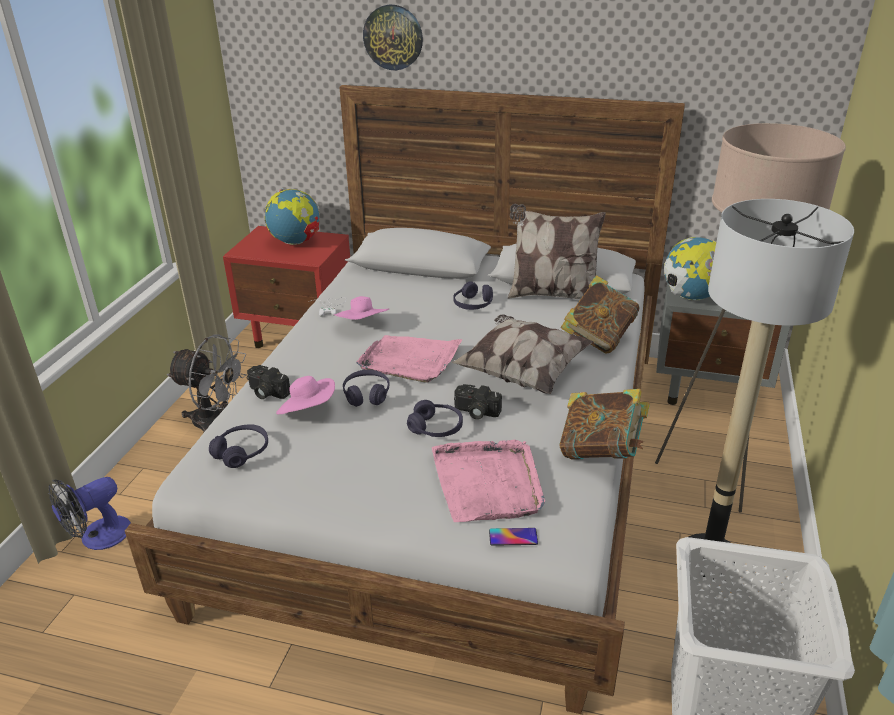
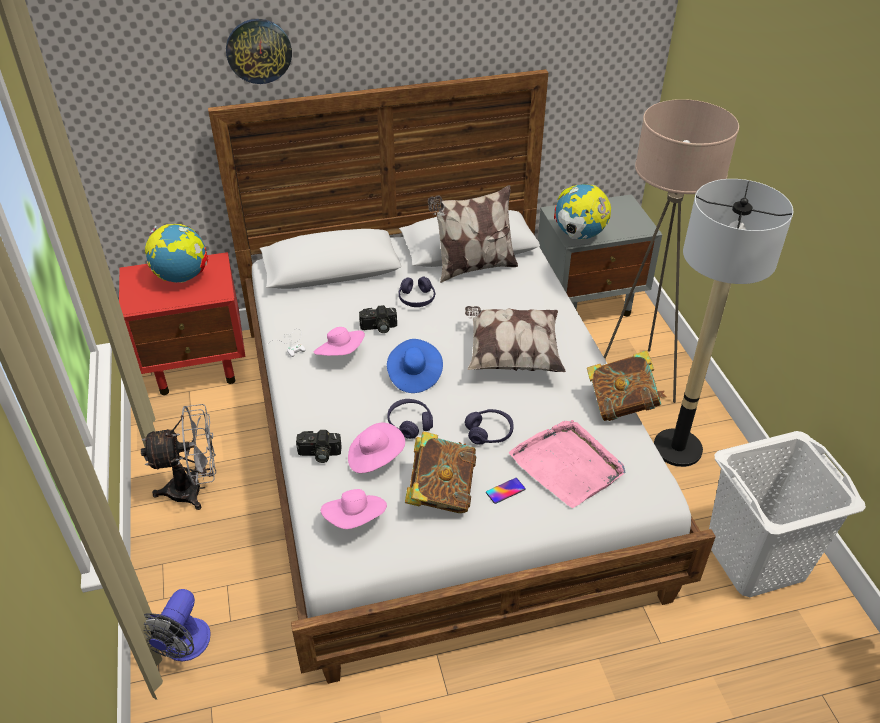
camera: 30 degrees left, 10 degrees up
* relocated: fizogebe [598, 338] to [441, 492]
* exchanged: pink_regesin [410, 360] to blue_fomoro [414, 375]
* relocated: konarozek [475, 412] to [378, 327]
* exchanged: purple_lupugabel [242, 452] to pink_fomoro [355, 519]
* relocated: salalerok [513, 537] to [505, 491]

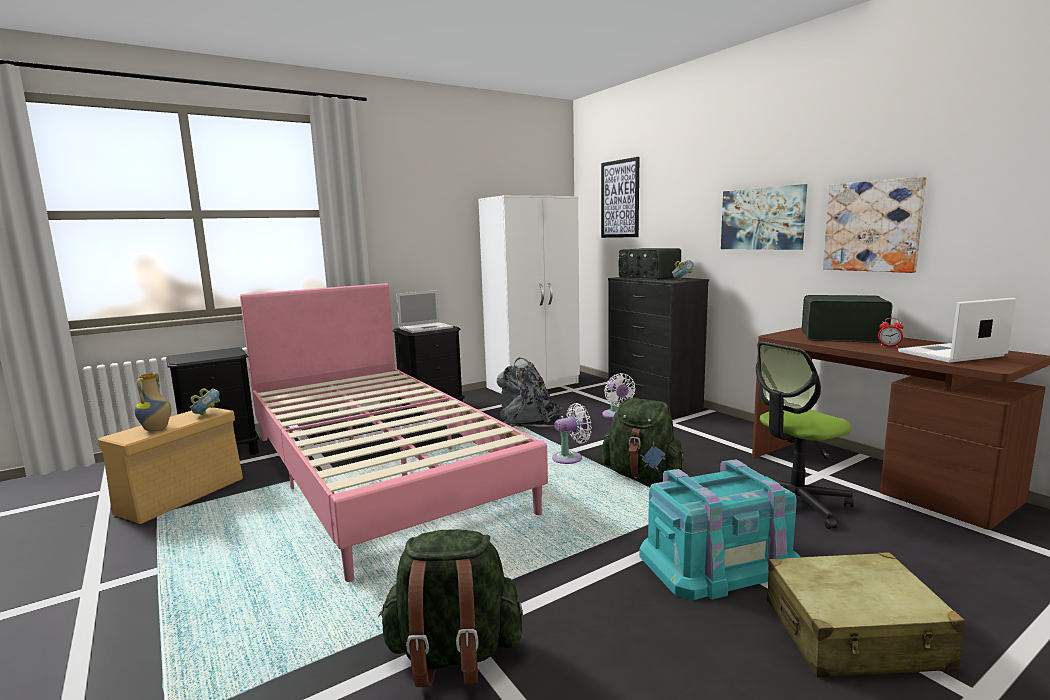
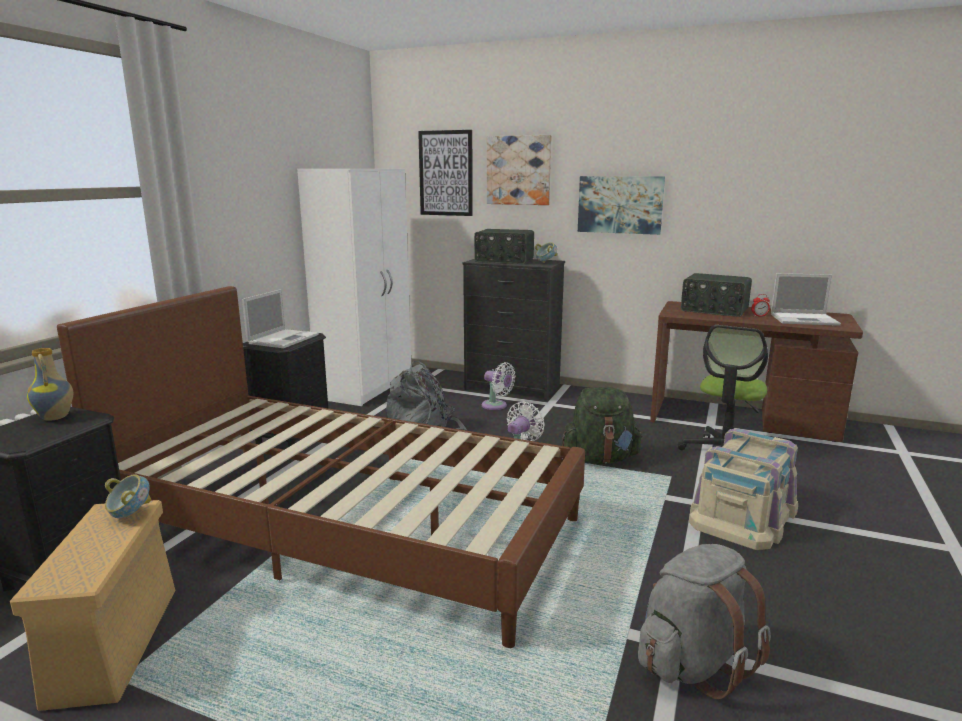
camera: 35 degrees left, 5 degrees up
* relocated: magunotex [872, 226] to [519, 170]
* colour: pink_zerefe [378, 469] to brown_zerefe [344, 525]
* spun: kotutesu [842, 337] = [714, 310] 135 degrees counterclockwise
* spun: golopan [950, 354] = [805, 319] 120 degrees counterclockwise
* relocated: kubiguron [157, 429] to [56, 417]
* colour: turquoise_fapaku [718, 561] to beige_fapaku [744, 514]
* colour: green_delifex [453, 654] to grey_delifex [693, 663]
* missing: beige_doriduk [854, 635]

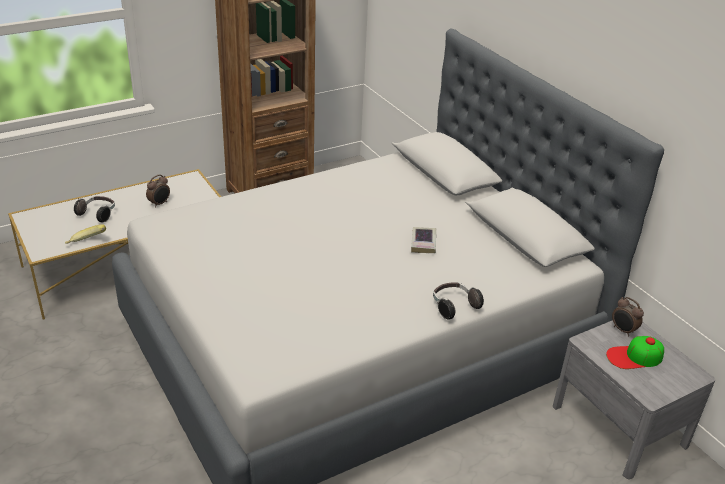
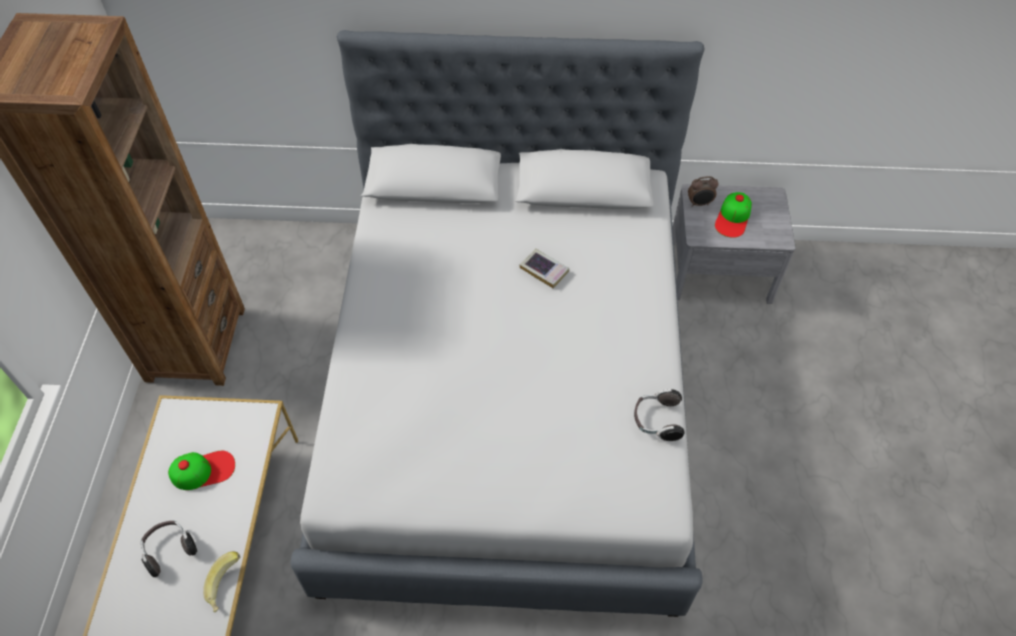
camera: 55 degrees left, 20 degrees up
* exchanged: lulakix [159, 203] to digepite [203, 470]
* relocated: lupugabel [453, 306] to [656, 420]

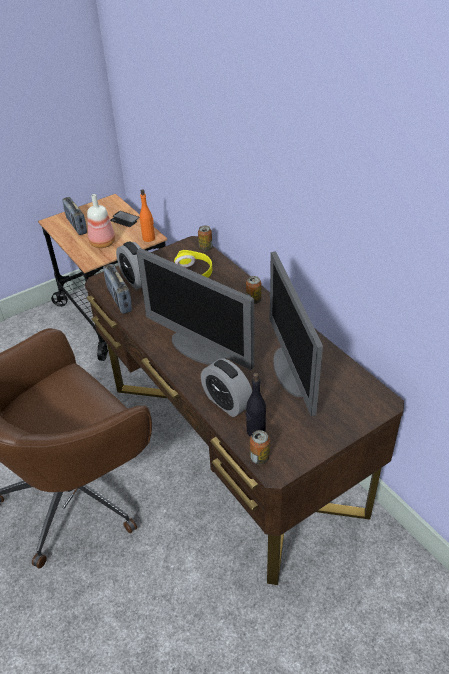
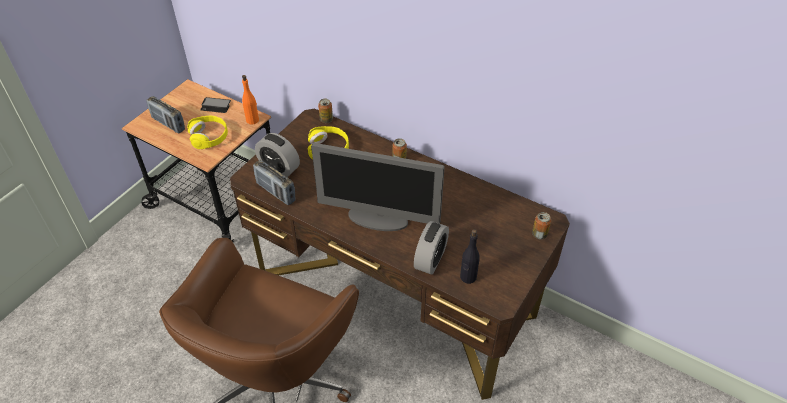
camera: 25 degrees left, 5 degrees up
* exchanged: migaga [103, 243] to yellow_lupugabel [209, 136]
* missing: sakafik [291, 372]
* spun: lulakix [227, 402] = [430, 259] 90 degrees counterclockwise
* relocated: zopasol [259, 457] to [539, 234]

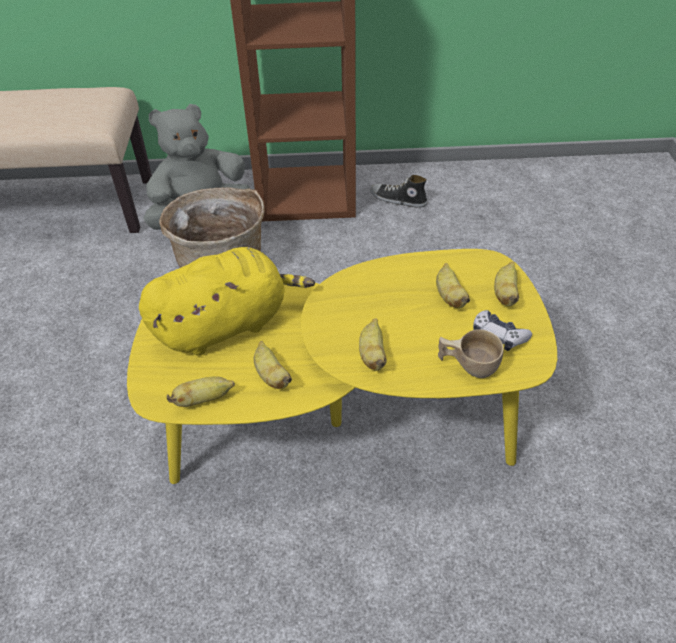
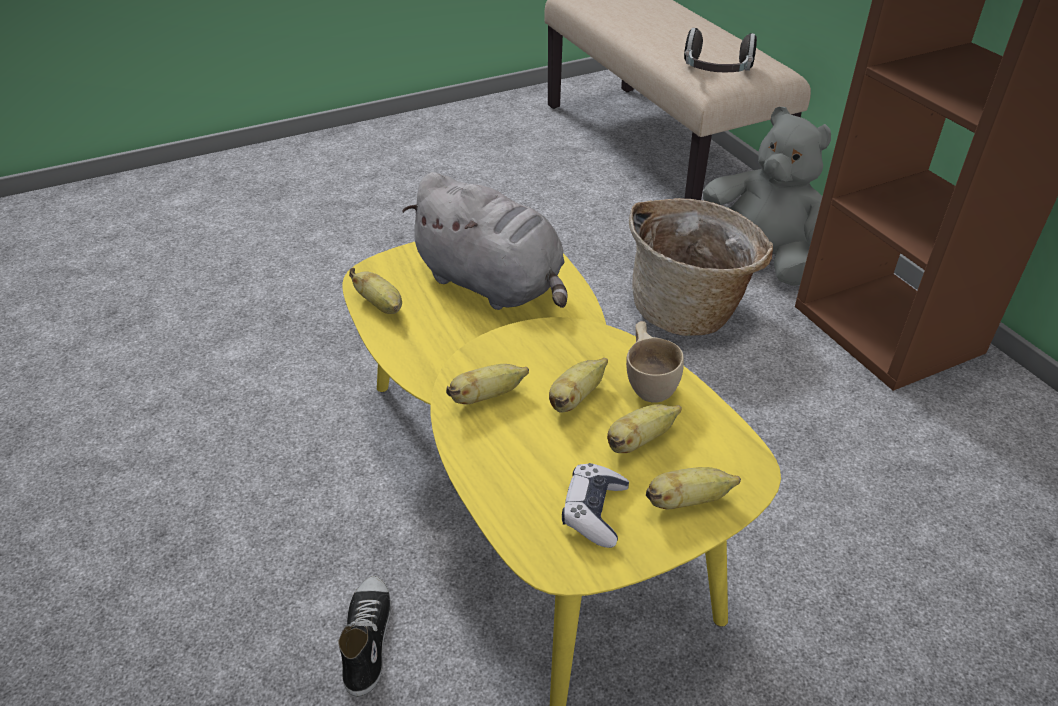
camera: 65 degrees right, 5 degrees down
* relocated: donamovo [398, 199] to [366, 638]
* colour: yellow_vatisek [226, 324] to grey_vatisek [493, 285]
* relocated: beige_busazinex [467, 365] to [649, 380]
* relocated: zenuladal [271, 376] to [576, 398]
* appeared: lupugabel [716, 73]

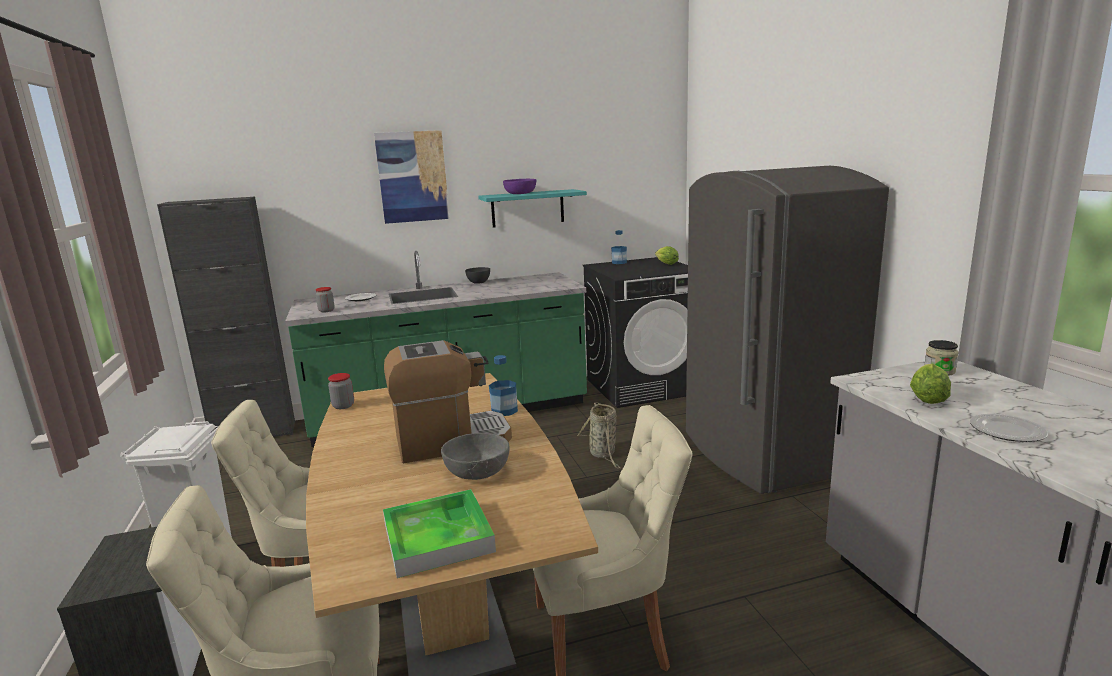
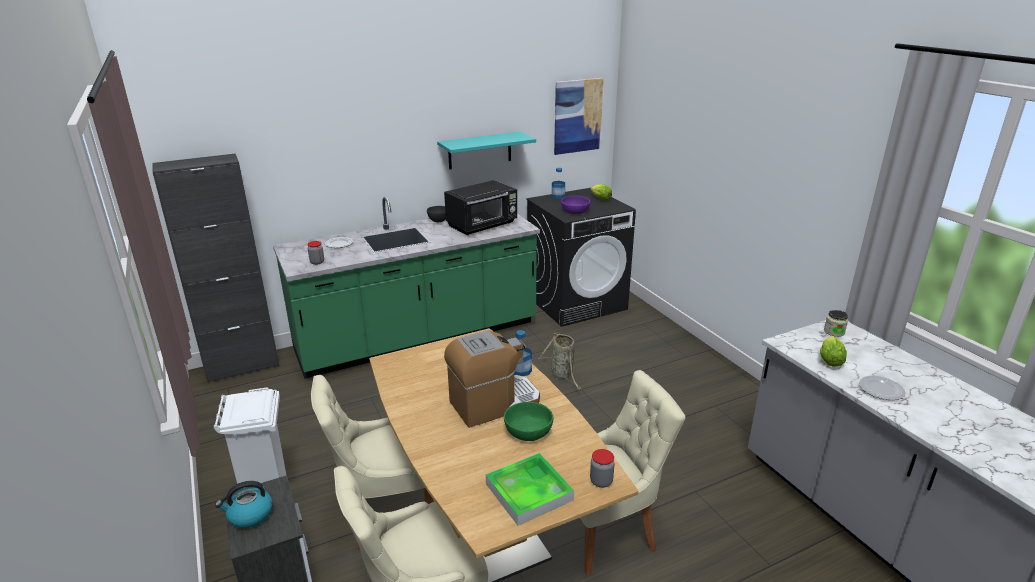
camera: 10 degrees left, 10 degrees up
* relocated: magunotex [412, 177] to [577, 116]
* missing: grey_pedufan [764, 454]
* relocated: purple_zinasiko [520, 193] to [575, 211]
* relocated: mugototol [343, 406] to [601, 481]
* colour: grey_zinasiko [477, 470] to green_zinasiko [528, 431]
* appeared: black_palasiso [483, 225]
* appeared: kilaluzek [250, 515]

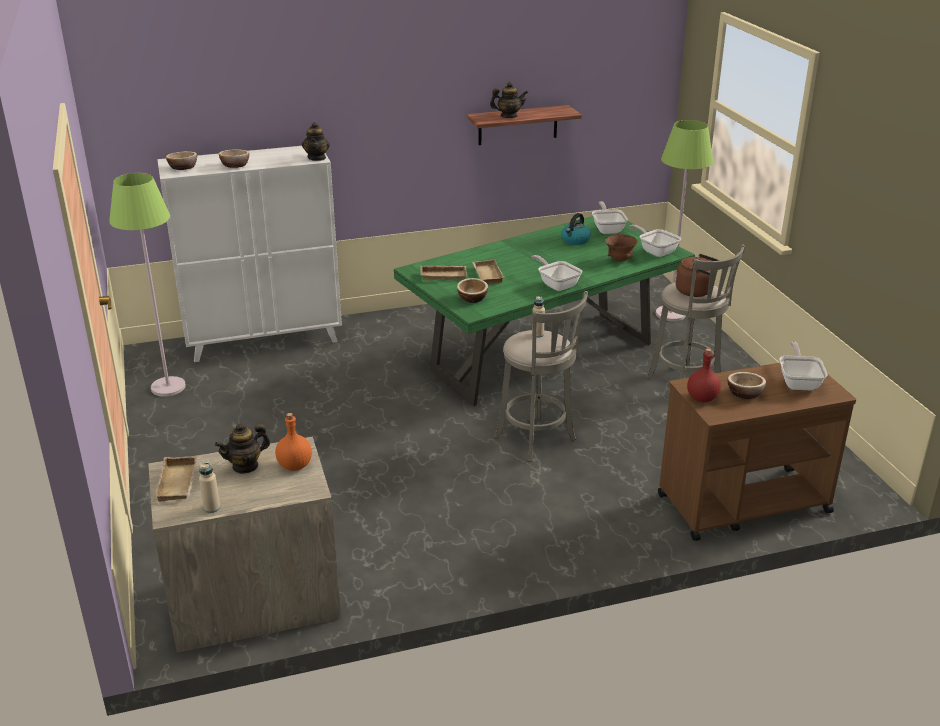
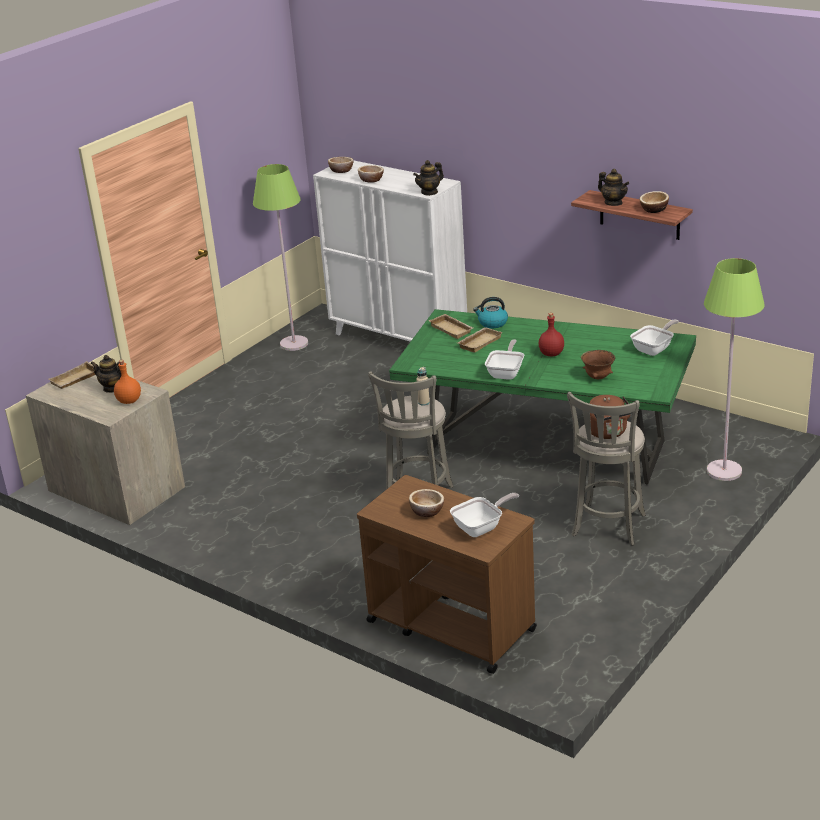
camera: 55 degrees right, 0 degrees up
* relocated: kilaluzek [575, 240] to [492, 323]
* missing: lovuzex [655, 251]
* relocated: zinasiko [472, 298] to [654, 209]
* relocated: red_migaga [701, 398] to [551, 353]
* missing: beige_migaga [212, 508]

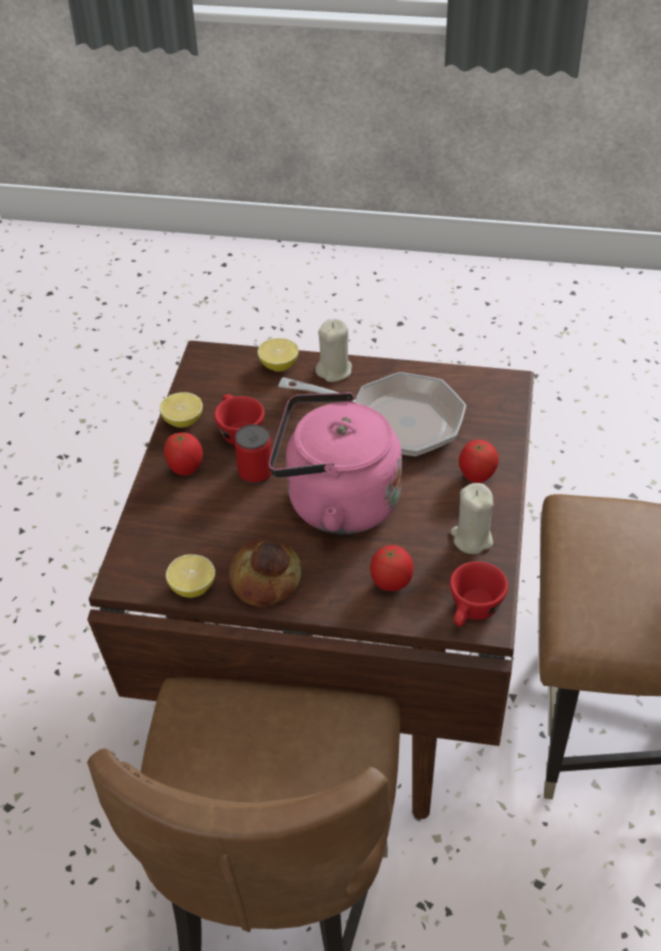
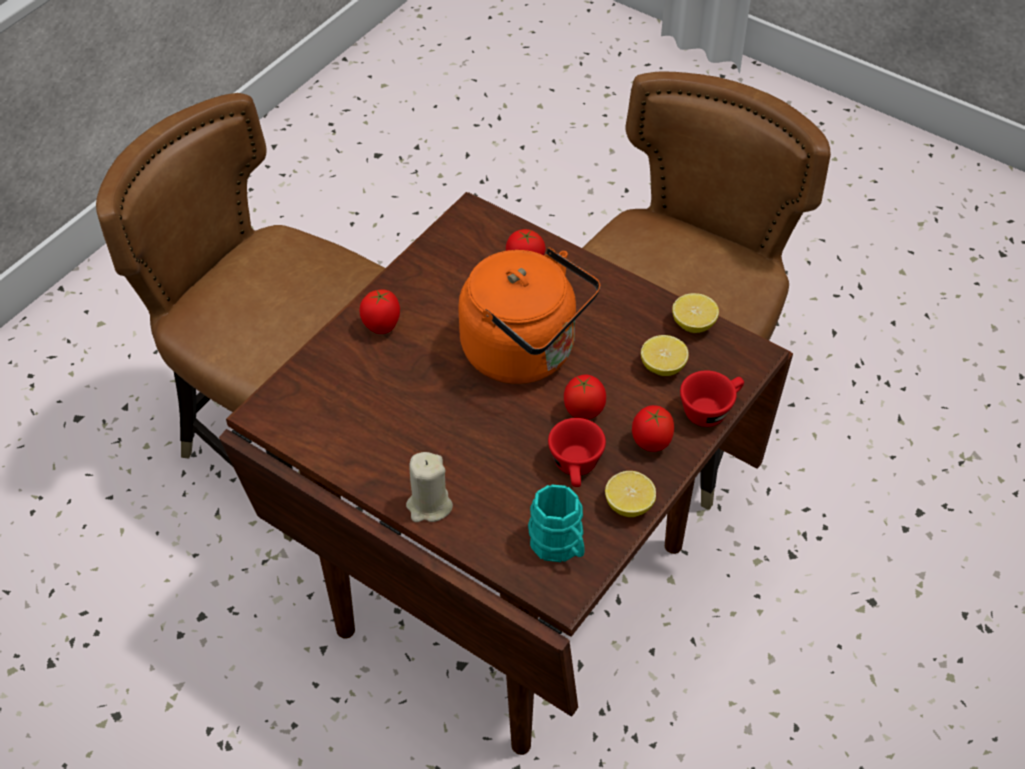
camera: 155 degrees left, 5 degrees up
* relocated: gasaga [278, 365] to [663, 367]
* missing: lovuzex [395, 421]
* colour: pink_kilaluzek [335, 503] to orange_kilaluzek [525, 352]
* exchanged: zopasol [255, 473] to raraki [583, 412]
* missing: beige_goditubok [471, 538]
* missing: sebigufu [265, 579]
* relocated: red_busazinex [473, 612] to [711, 409]
* appeared: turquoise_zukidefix [560, 547]

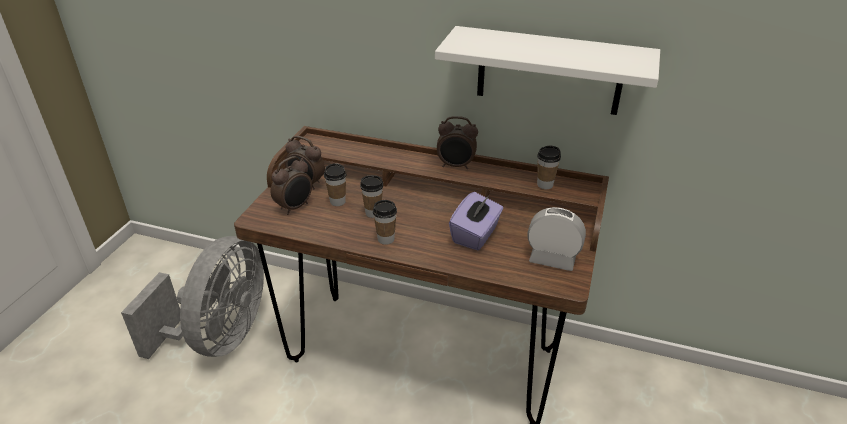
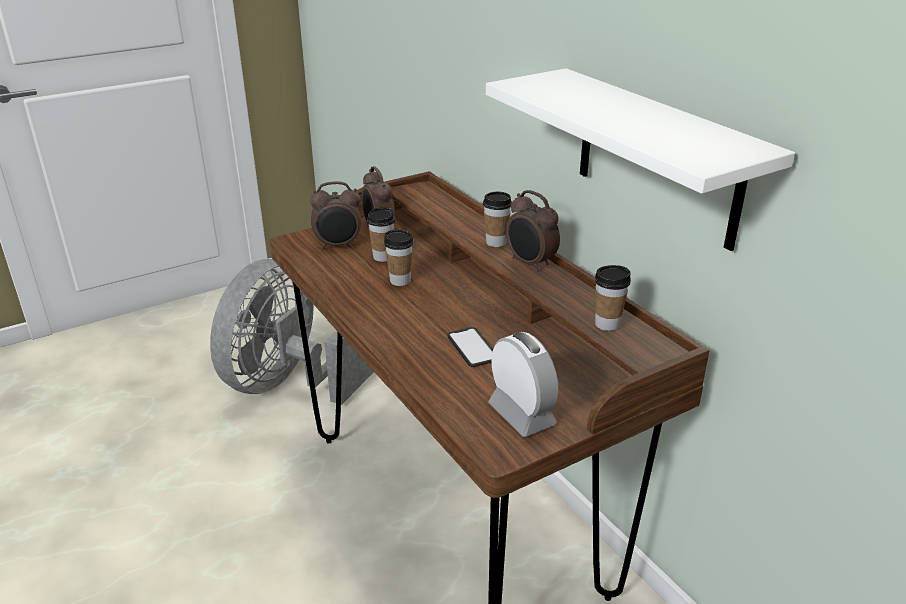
camera: 40 degrees right, 5 degrees down
* exchanged: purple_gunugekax [476, 235] to salalerok [472, 348]
* relocated: busazinex [386, 239] to [496, 242]
* spun: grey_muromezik [220, 337] = [290, 383] 150 degrees clockwise

